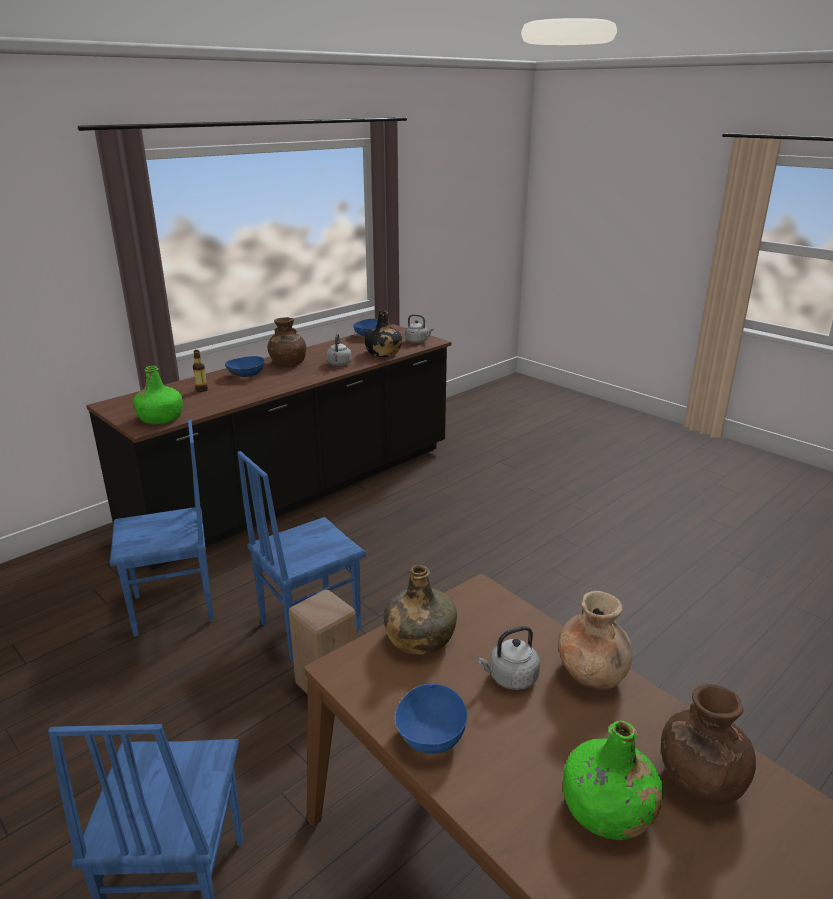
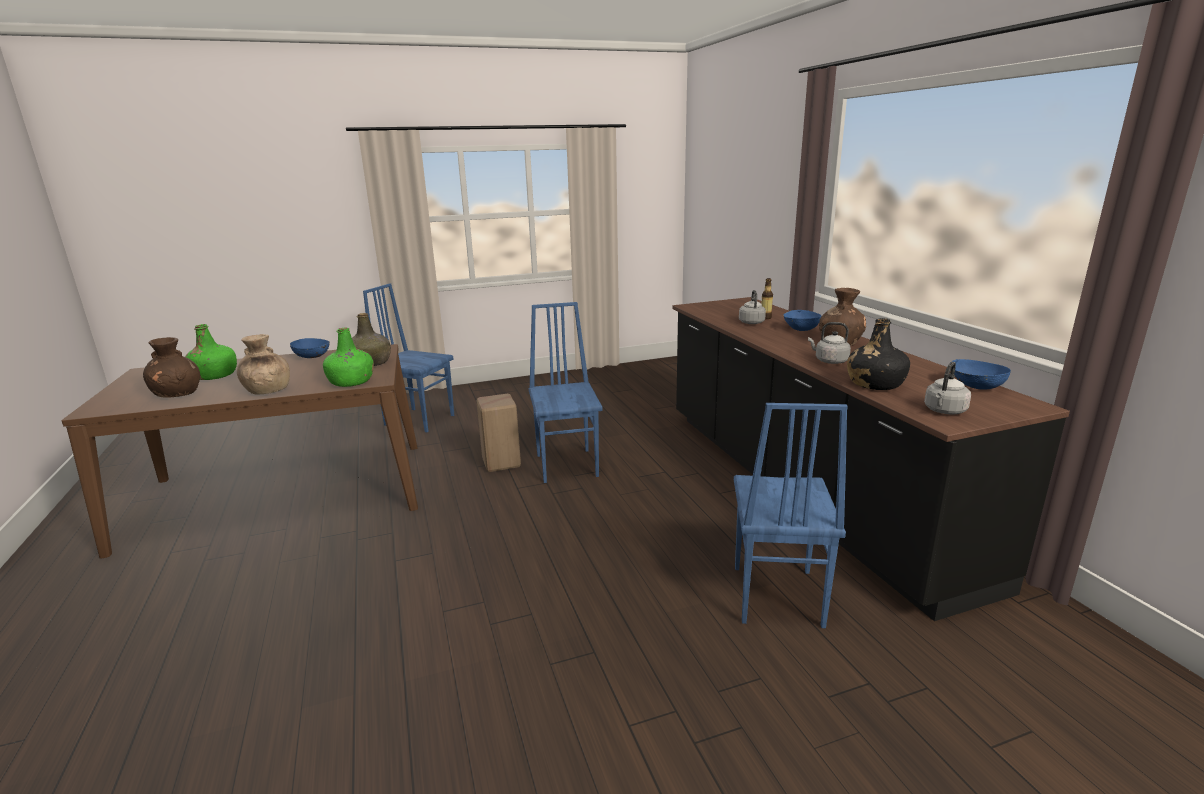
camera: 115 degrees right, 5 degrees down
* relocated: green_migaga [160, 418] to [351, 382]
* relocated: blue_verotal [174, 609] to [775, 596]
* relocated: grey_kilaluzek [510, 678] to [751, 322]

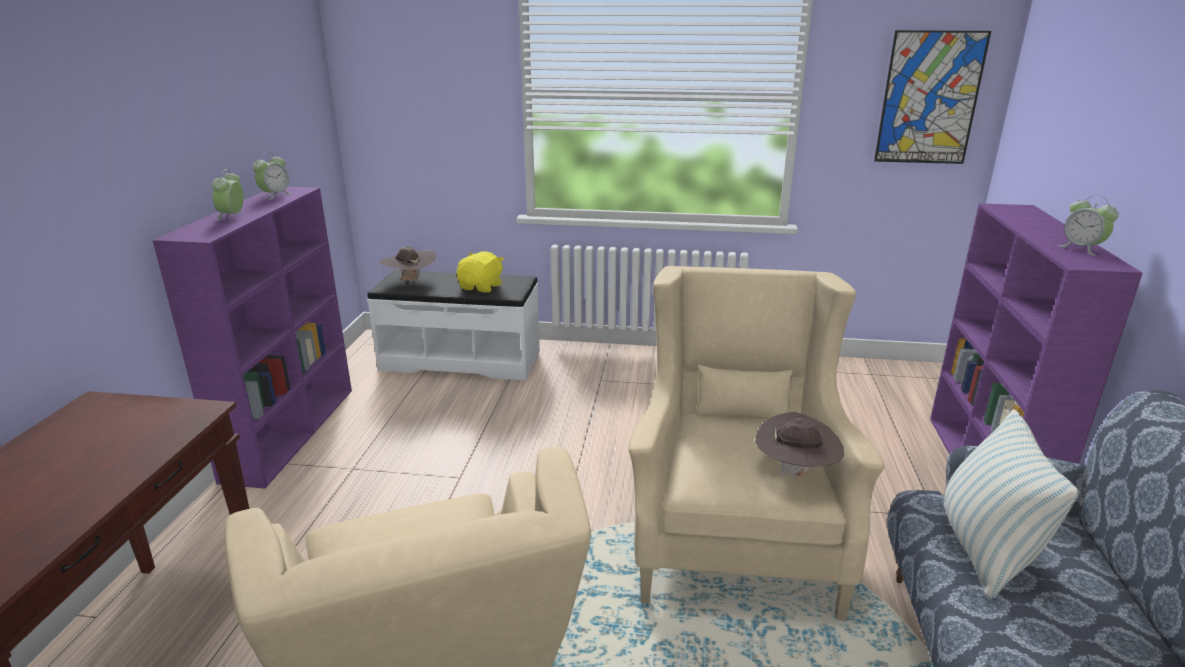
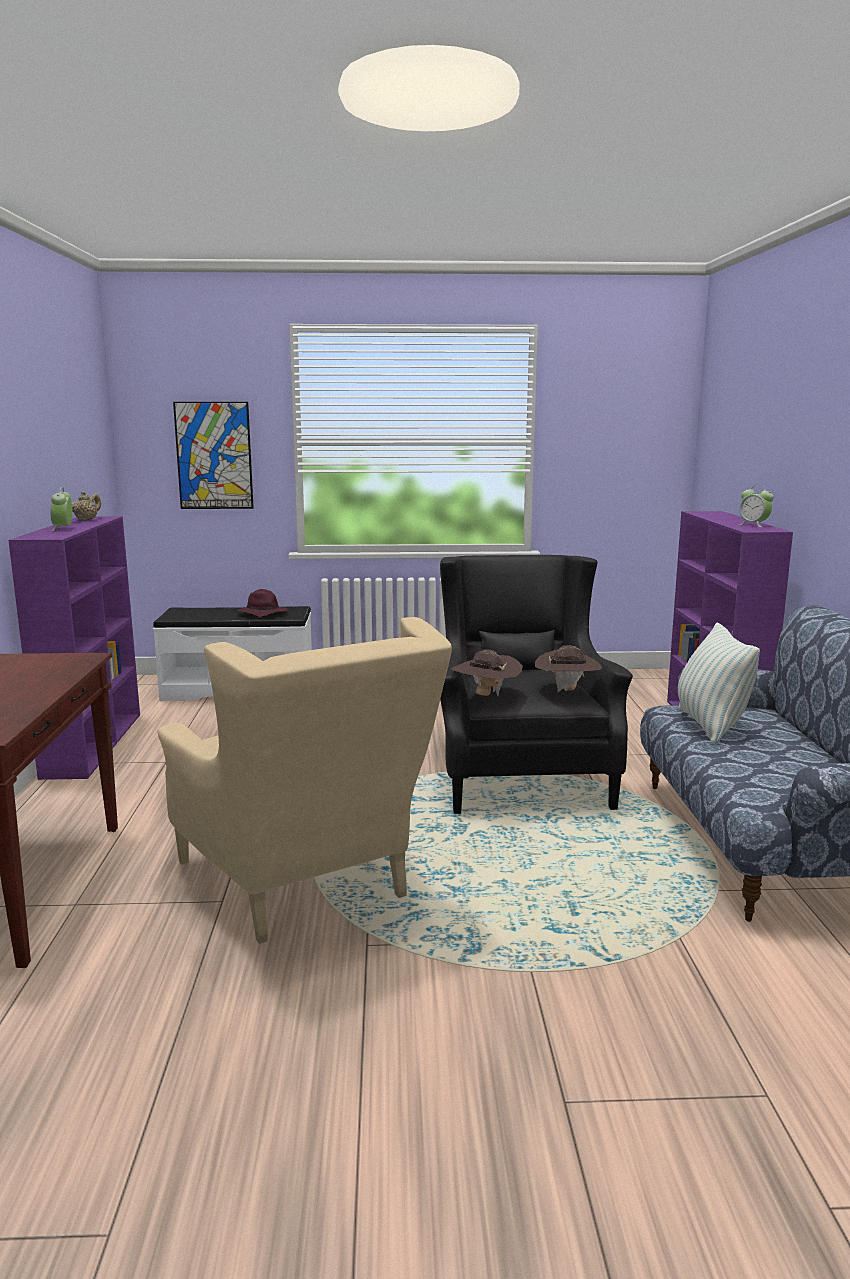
camera: 10 degrees left, 10 degrees down
* relocated: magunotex [929, 98] to [214, 456]
* exchanged: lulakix [275, 195] to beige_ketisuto [87, 520]
* relocated: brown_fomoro [410, 280] to [486, 695]
* exchanged: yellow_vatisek [481, 287] to purple_fomoro [262, 613]
* colour: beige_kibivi [734, 534] to black_kibivi [520, 774]

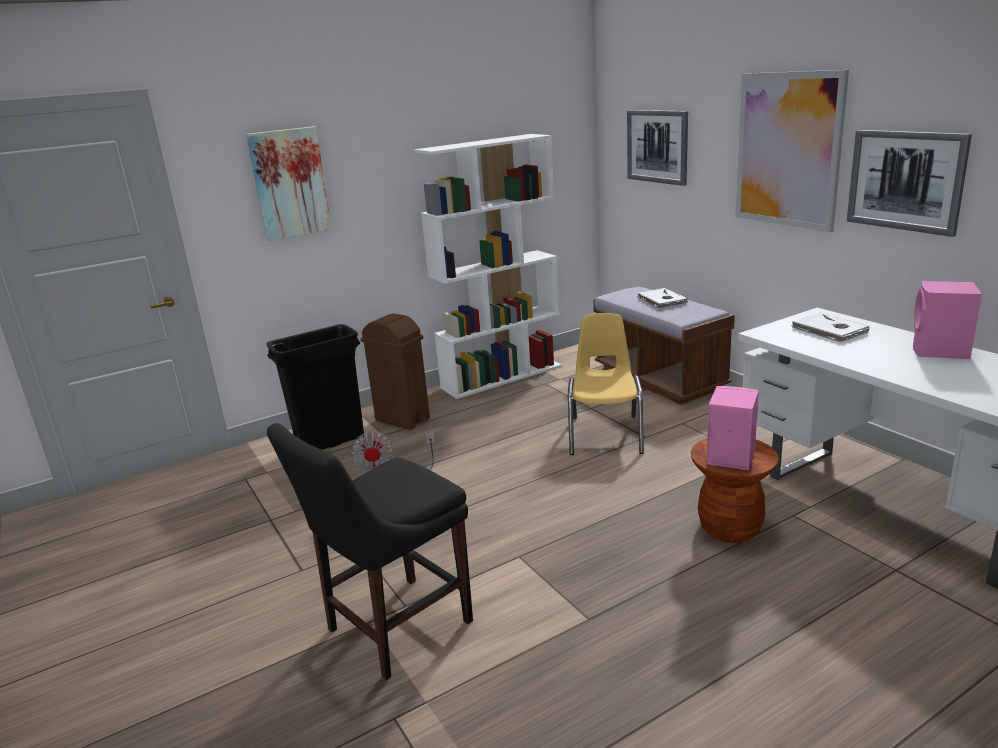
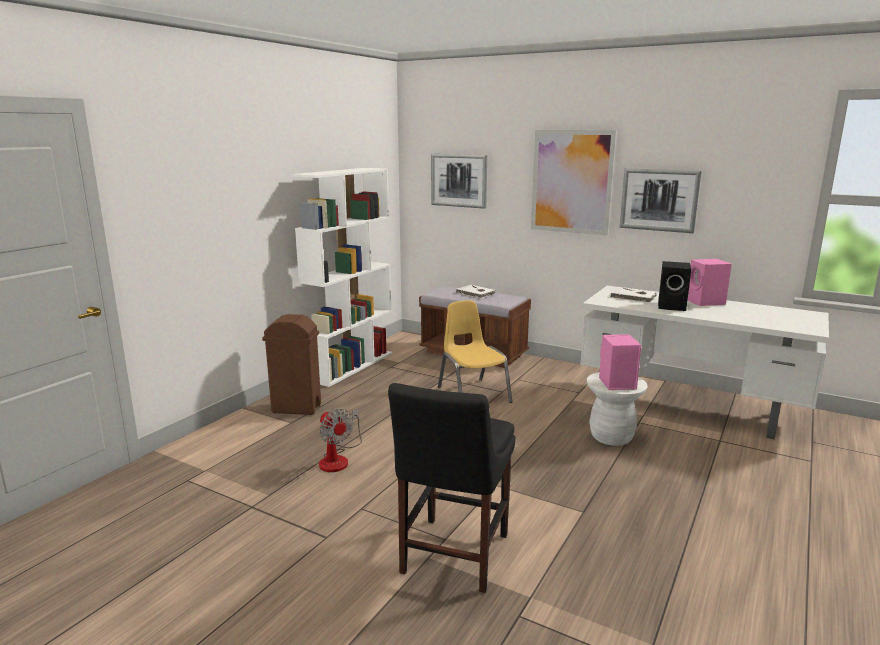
camera: 30 degrees left, 5 degrees down
* missing: magunotex [290, 183]
* missing: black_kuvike [331, 442]
* colour: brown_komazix [730, 528] to white_komazix [611, 437]
* appeared: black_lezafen [673, 306]

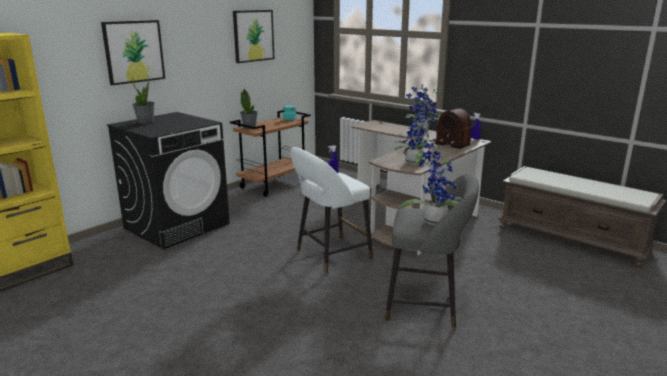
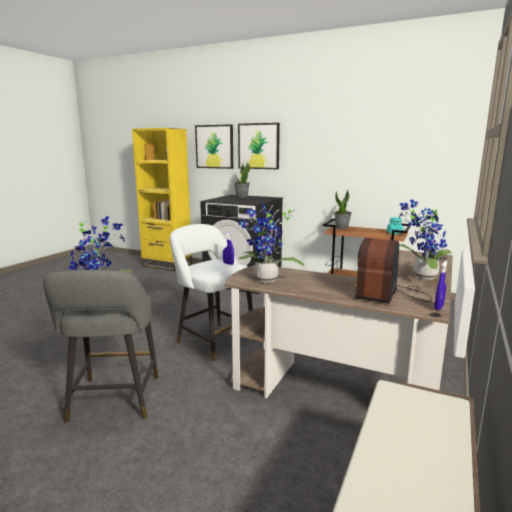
camera: 75 degrees right, 5 degrees down
* relocated: magunotex [253, 36] to [214, 146]

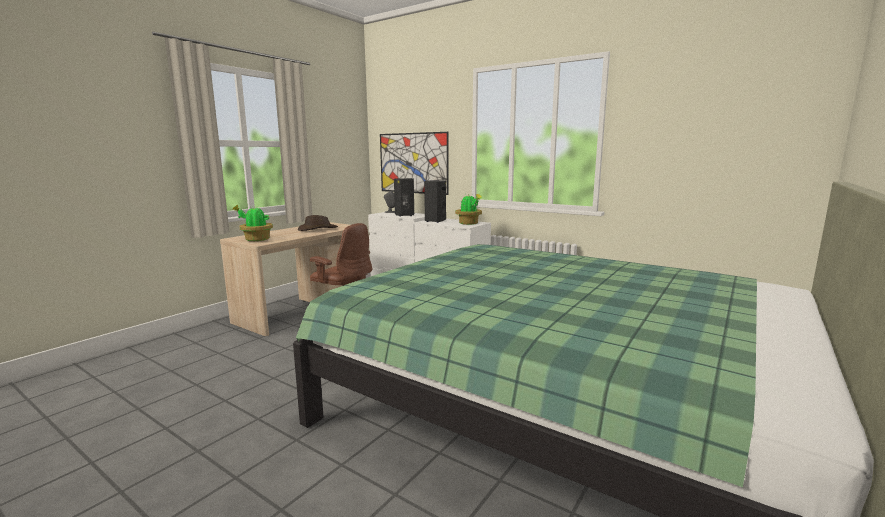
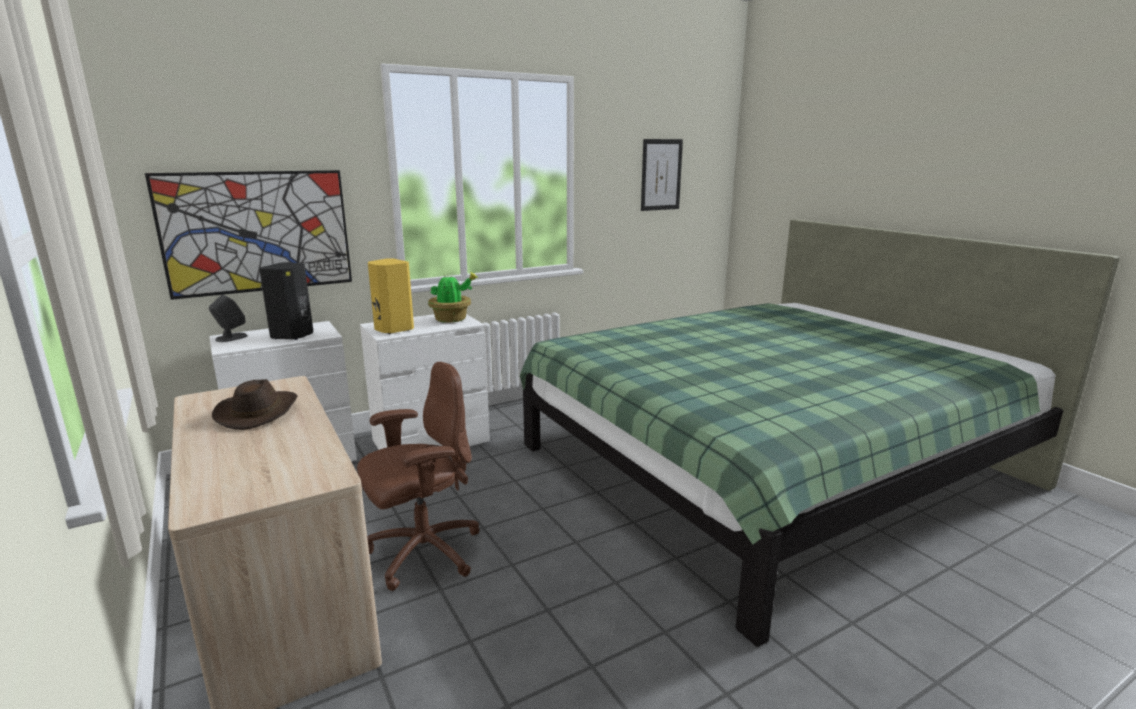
camera: 65 degrees left, 5 degrees up
* colour: black_lezafen [434, 221] to yellow_lezafen [392, 329]
* missing: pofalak [256, 240]
* appeared: magunotex [661, 175]

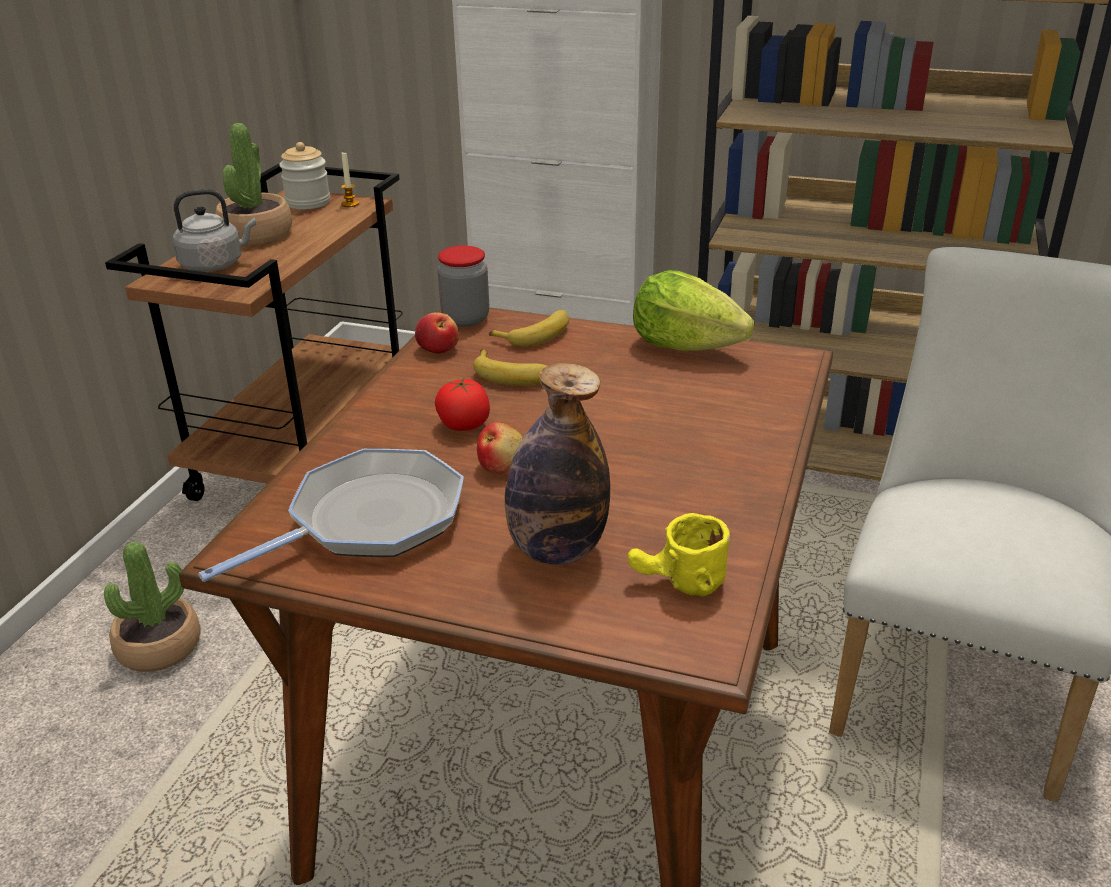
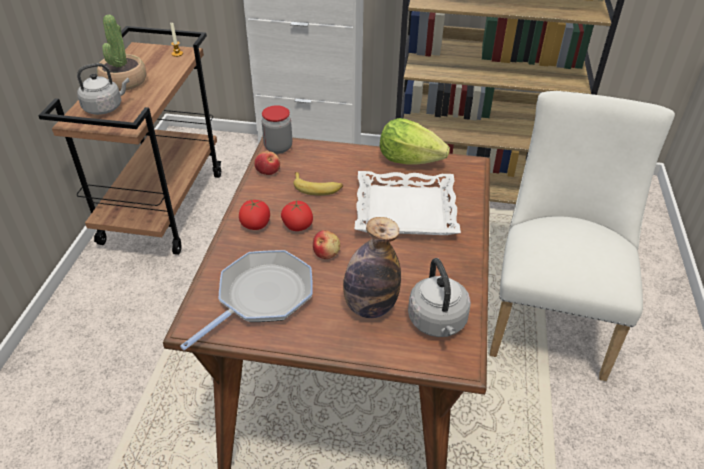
camera: 10 degrees left, 10 degrees up
* missing: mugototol [308, 202]
* missing: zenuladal [536, 334]
* exchanged: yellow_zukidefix [677, 584] to grey_kilaluzek [438, 323]
* missing: pofalak [159, 647]
* appeared: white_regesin [405, 210]
* appeared: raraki [255, 225]

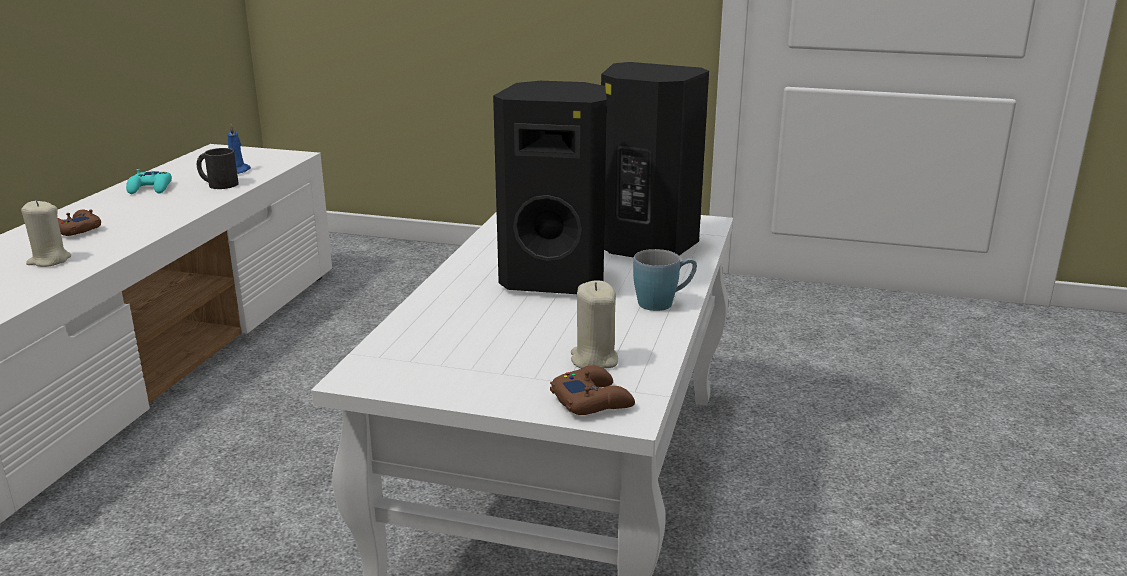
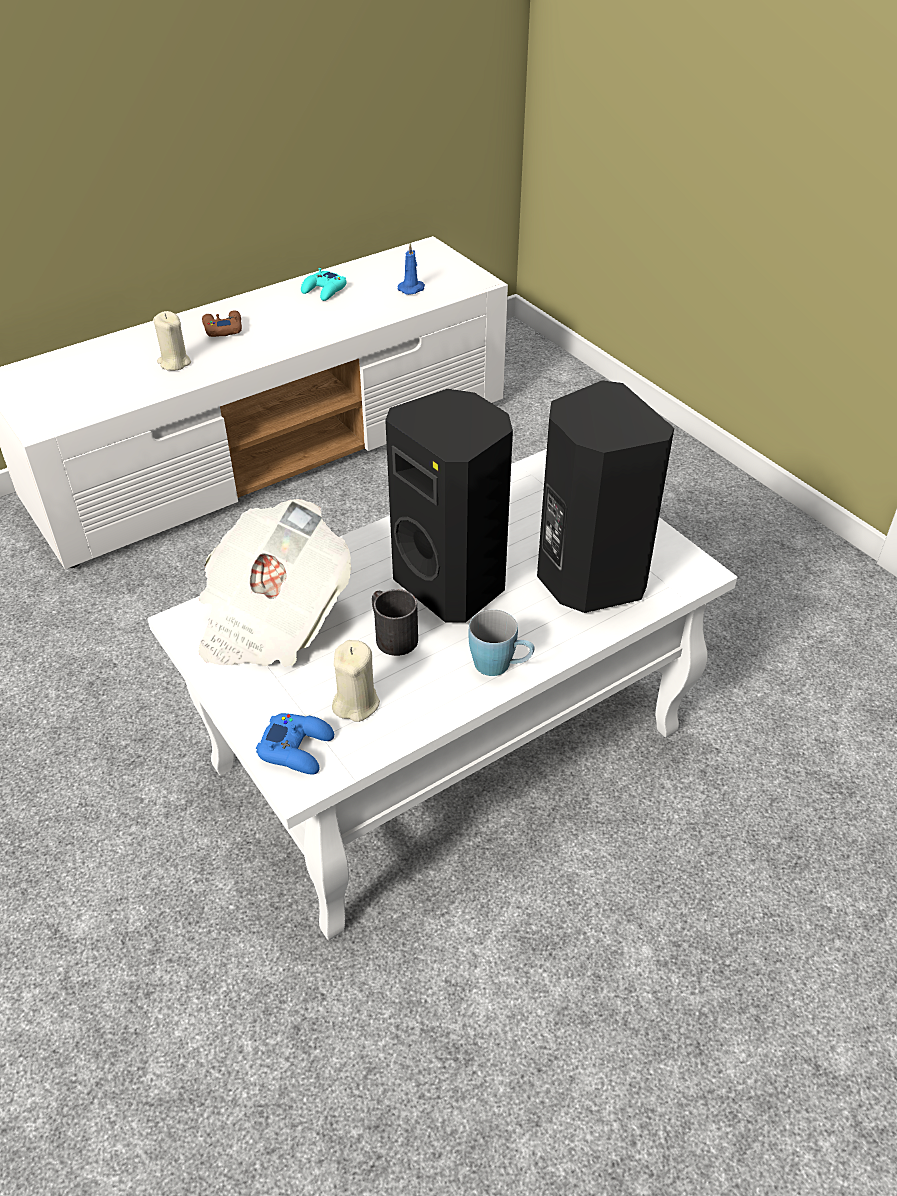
camera: 40 degrees right, 20 degrees up
* relocated: black_zukidefix [218, 184] to [391, 635]
* colour: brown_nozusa [592, 400] to blue_nozusa [297, 748]
* appeared: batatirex [271, 618]

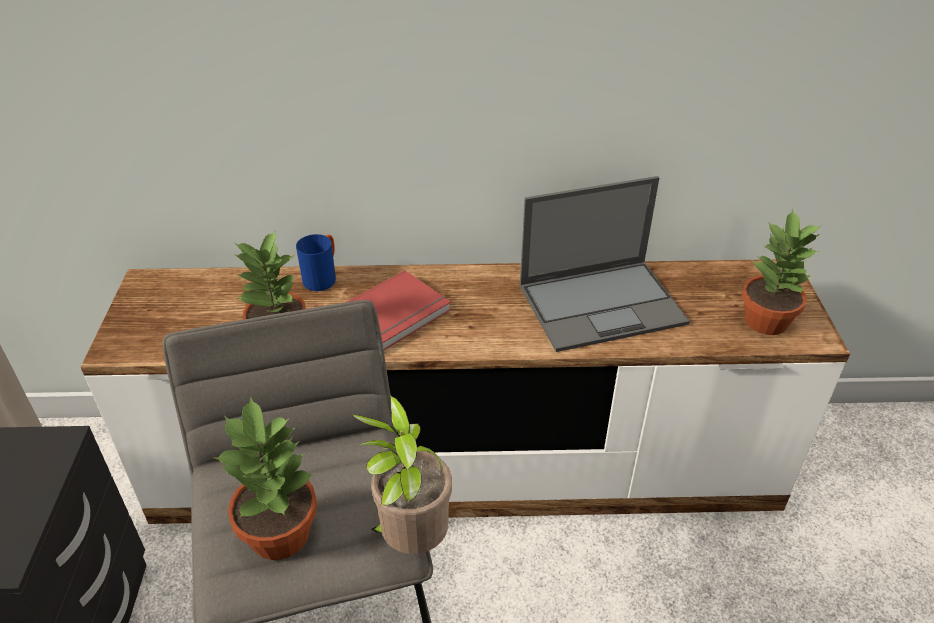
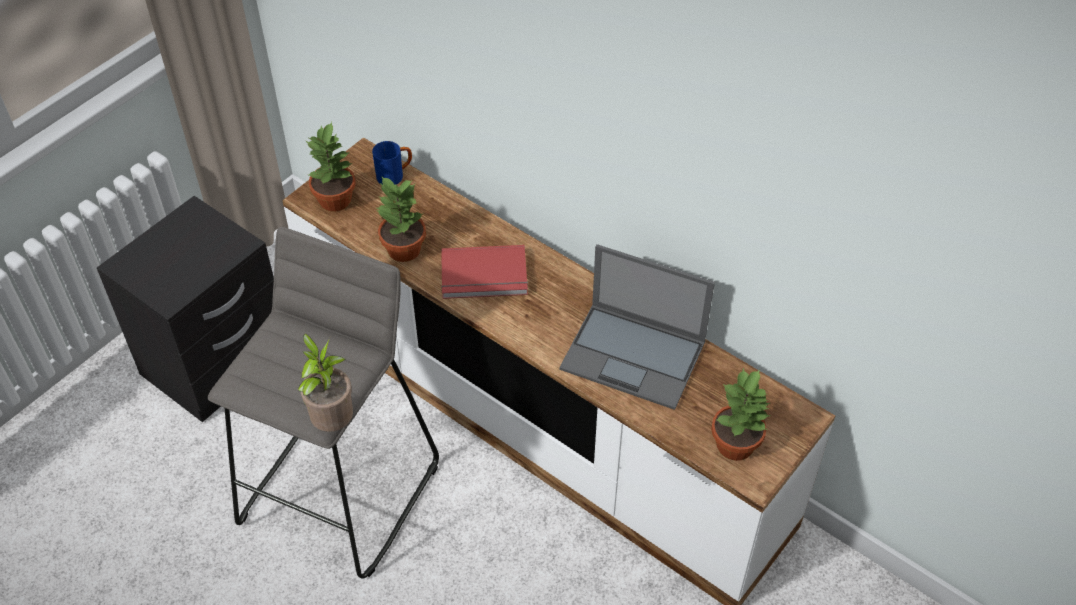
camera: 40 degrees right, 10 degrees up
* relocated: blue_zukidefix [323, 277] to [395, 175]
* relocated: pofalak [281, 533] to [336, 200]

